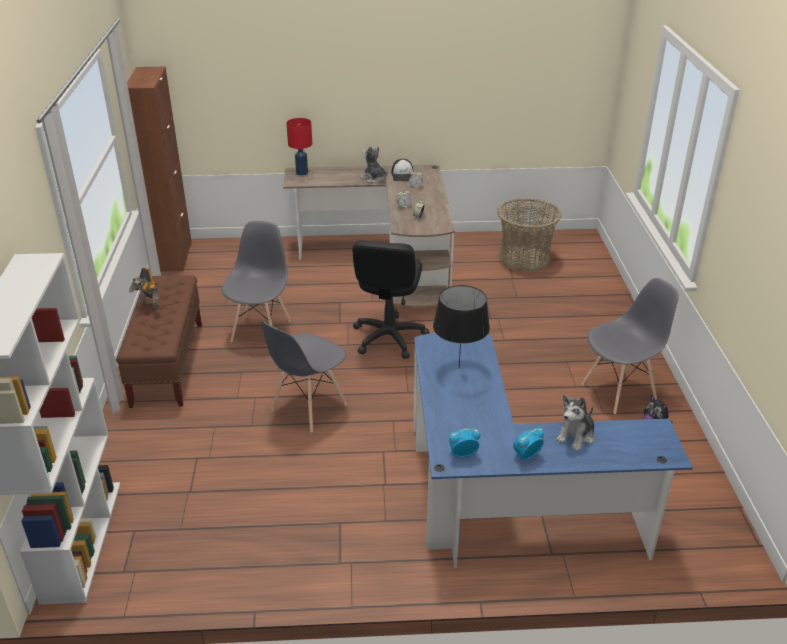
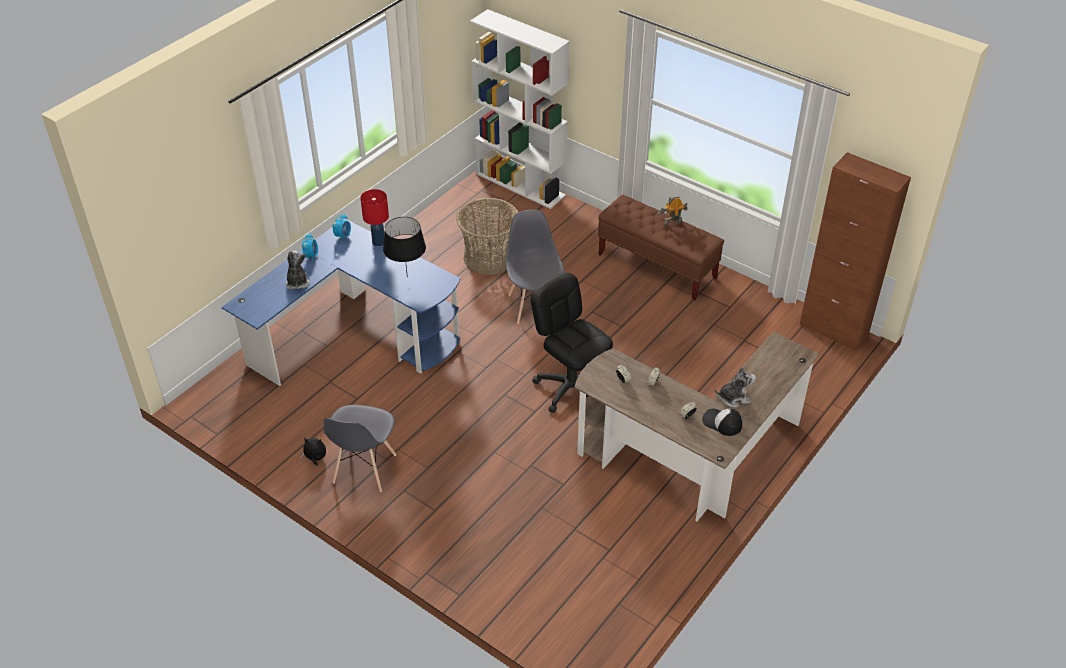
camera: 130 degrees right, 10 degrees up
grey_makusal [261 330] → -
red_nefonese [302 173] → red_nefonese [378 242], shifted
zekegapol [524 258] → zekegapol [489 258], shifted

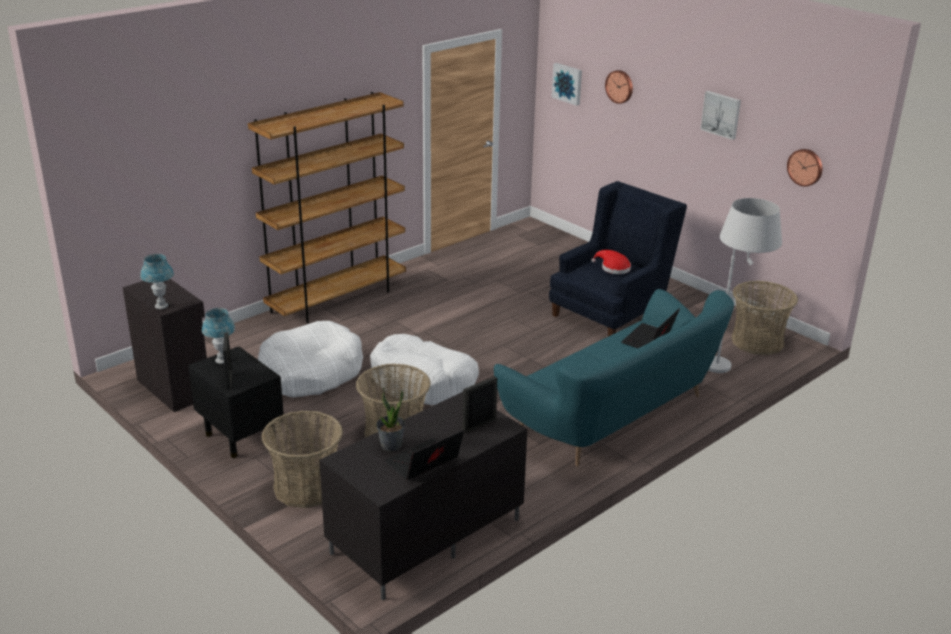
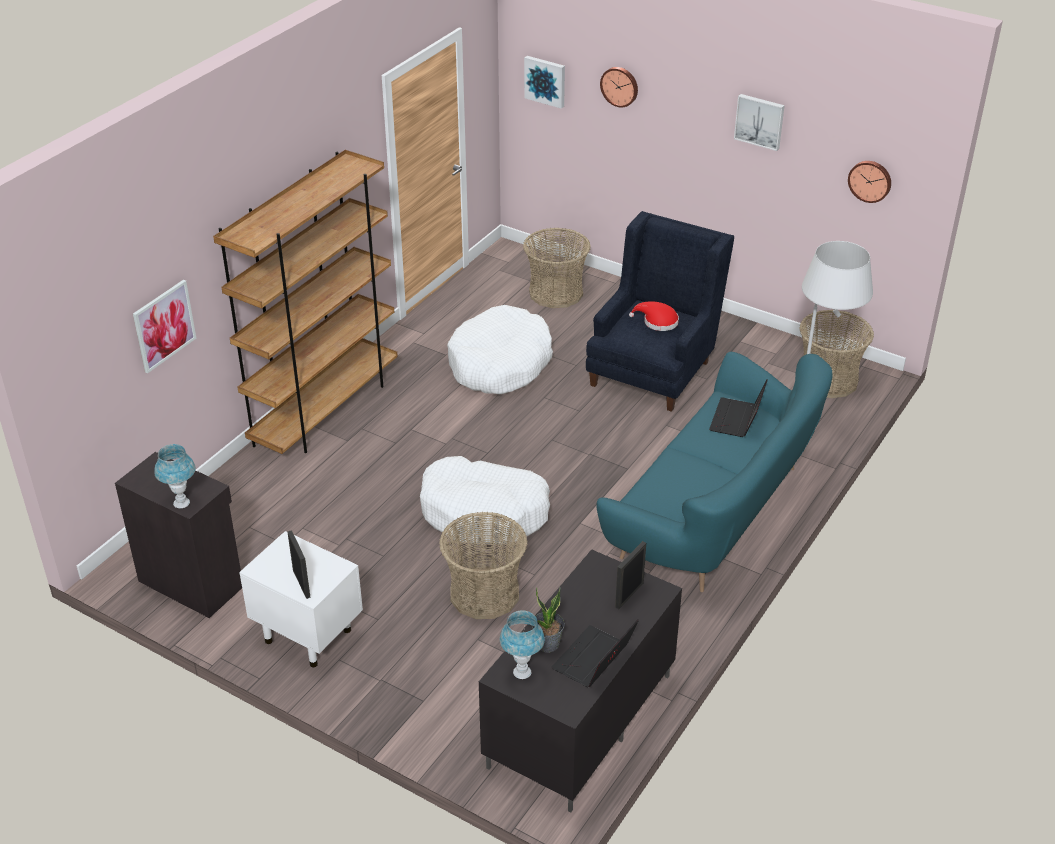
camera: 15 degrees left, 10 degrees up
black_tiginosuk [240 436] → white_tiginosuk [307 635]
blue_nefonese [222 360] → blue_nefonese [522 672], shifted
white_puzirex [310 373] → white_puzirex [499 364], shifted
zekegapol [306 487] → zekegapol [555 293], shifted
- → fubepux [164 325]

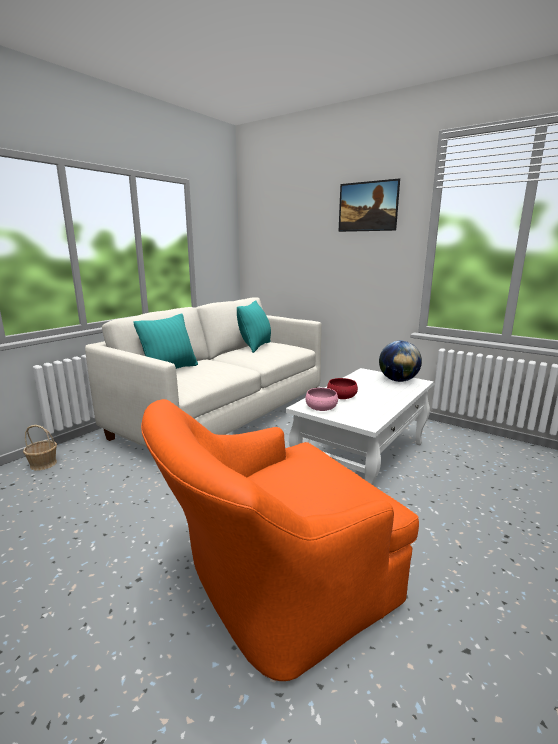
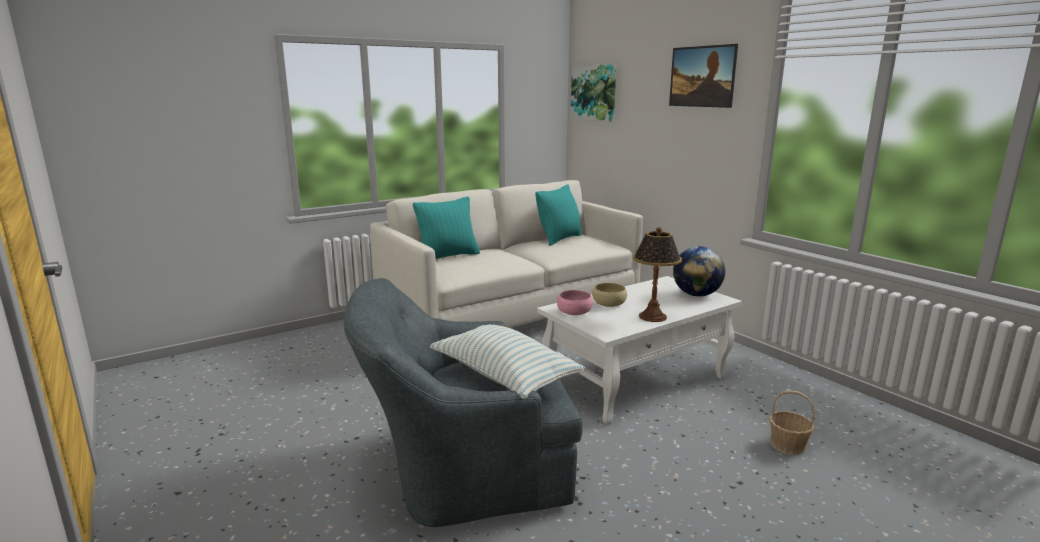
camera: 20 degrees right, 0 degrees up
zekegapol [43 464] → zekegapol [788 445], shifted
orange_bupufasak [273 587] → grey_bupufasak [463 468]
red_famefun [341 396] → beige_famefun [609 303]
- → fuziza [504 376]
- → fubepux [594 93]
- → nefonese [652 316]

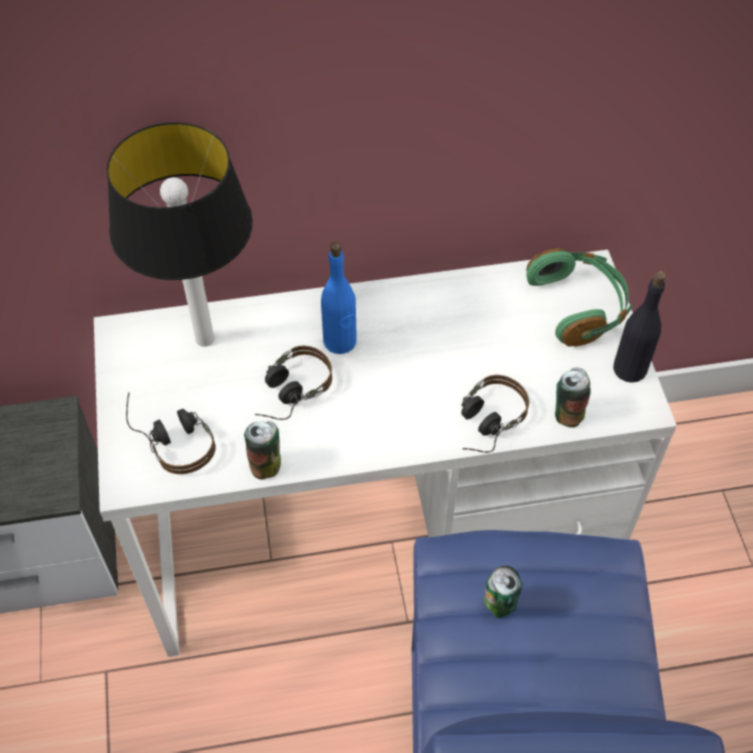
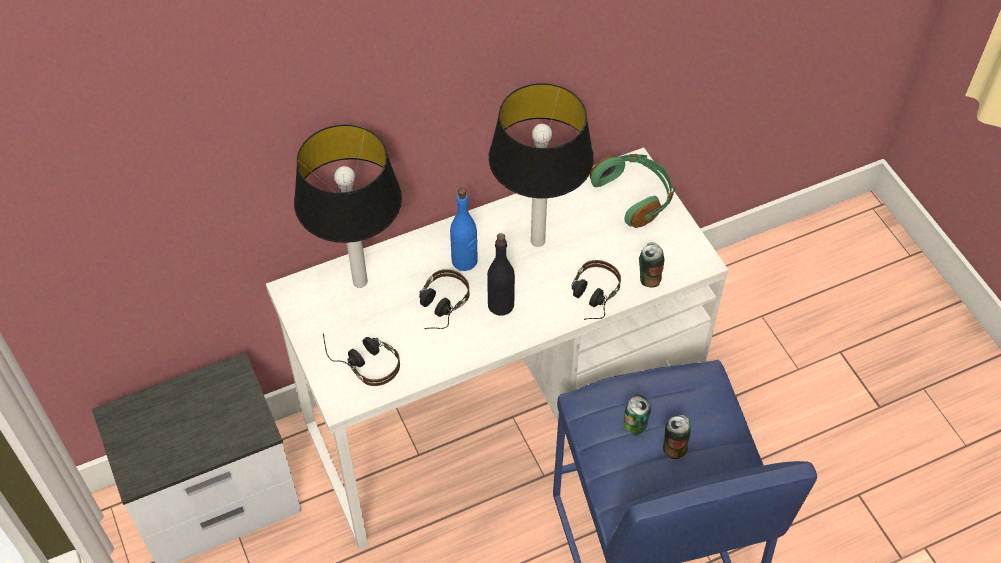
camera: 15 degrees left, 0 degrees up
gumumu [266 465] → gumumu [674 447], shifted
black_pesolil [630 369] → black_pesolil [501 304], shifted
- → nefonese [537 240]

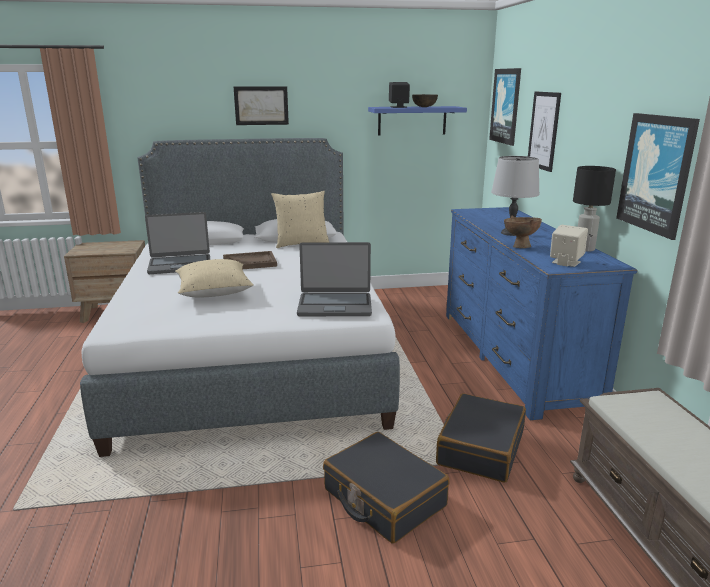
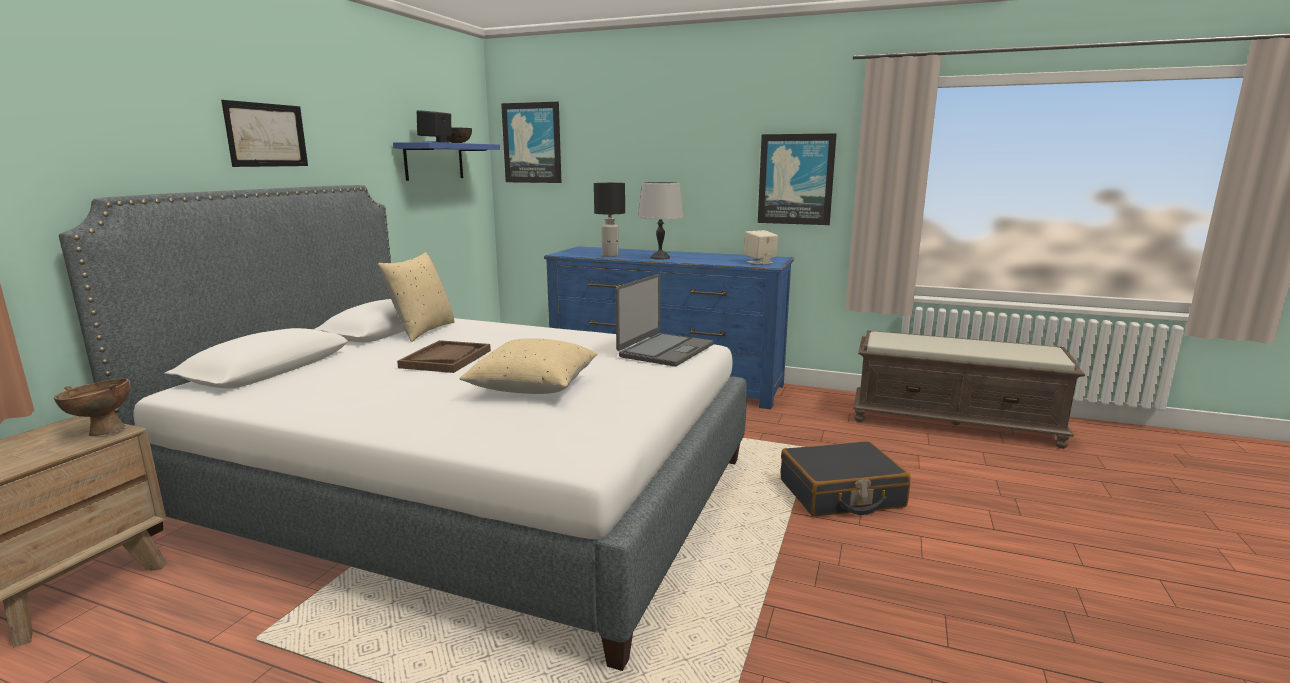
camera: 60 degrees left, 5 degrees down
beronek [180 265] → -
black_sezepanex [480 448] → -
brown_famefun [519 246] → brown_famefun [101 431], shifted
fubepux [543 130] → -
black_nefonese [585 249] → black_nefonese [610 255], shifted

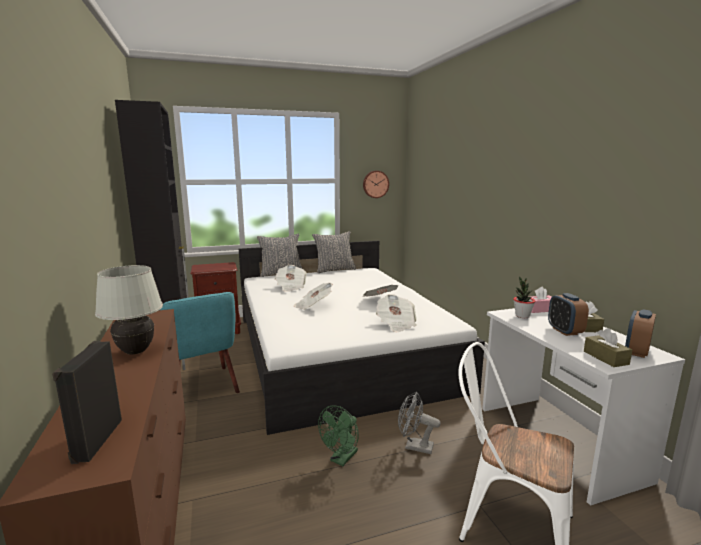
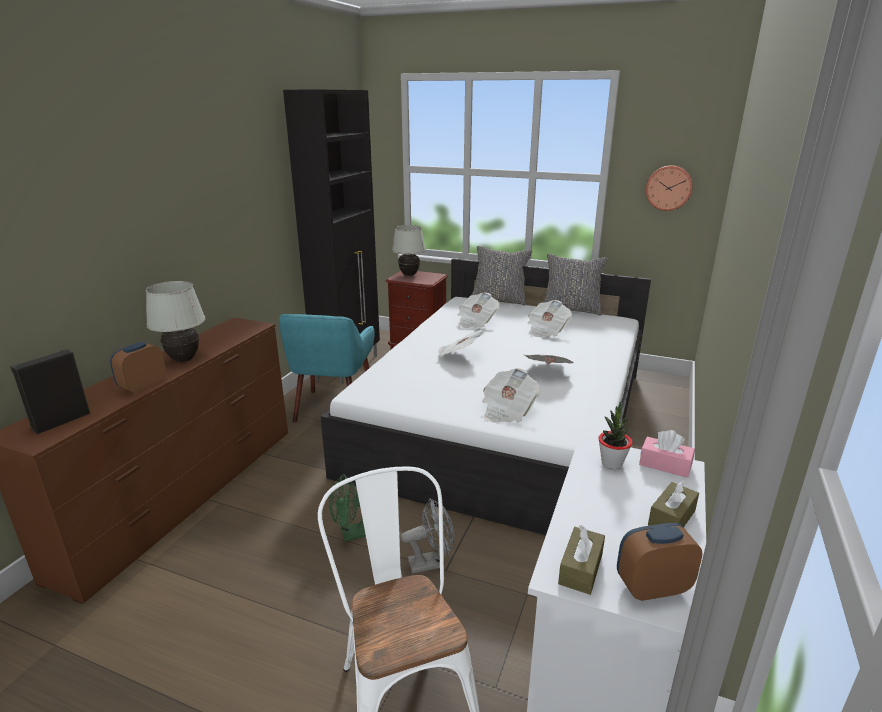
camera: 40 degrees right, 10 degrees up
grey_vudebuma [414 446] → grey_vudebuma [431 562], 105 degrees clockwise
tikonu [564 331] → tikonu [143 386], shifted
- → white_nefonese [409 275]
- → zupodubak [546 330]

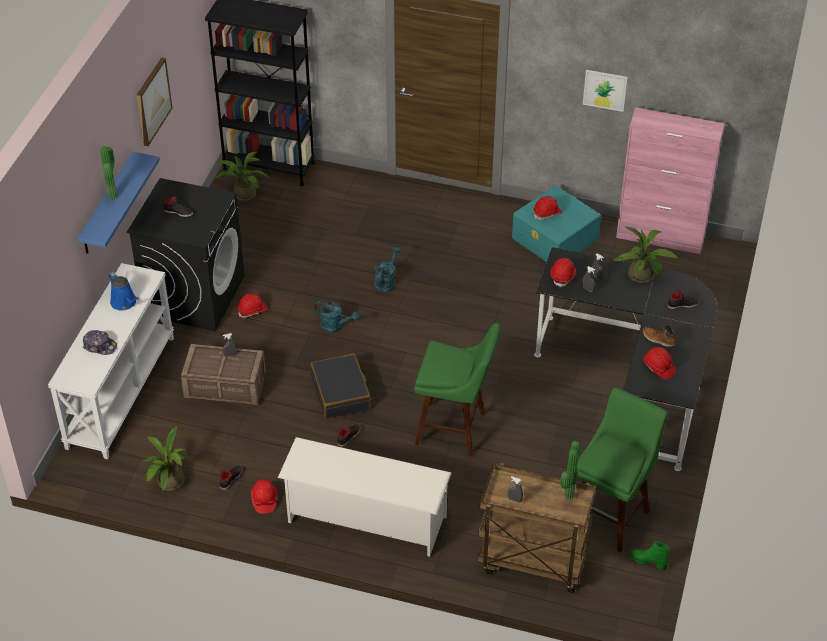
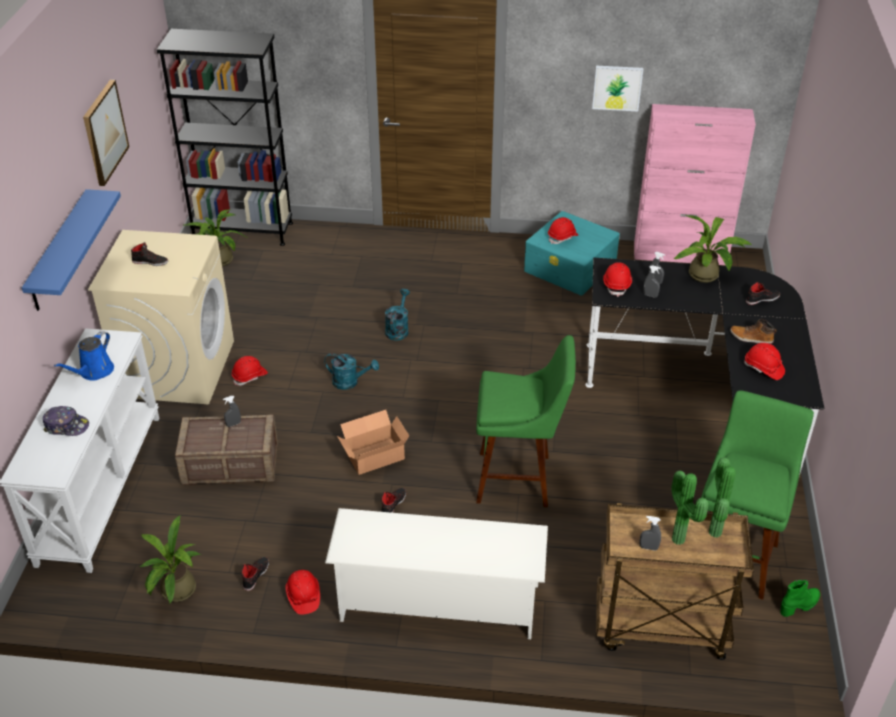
camera: 10 degrees left, 5 degrees down
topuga [114 197] → topuga [680 538], shifted
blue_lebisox [125 303] → blue_lebisox [94 372], 75 degrees clockwise
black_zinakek [194 295] → beige_zinakek [177 368]
black_sezepanex [341 393] → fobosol [373 455]
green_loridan [648 561] → green_loridan [799 605], 135 degrees clockwise

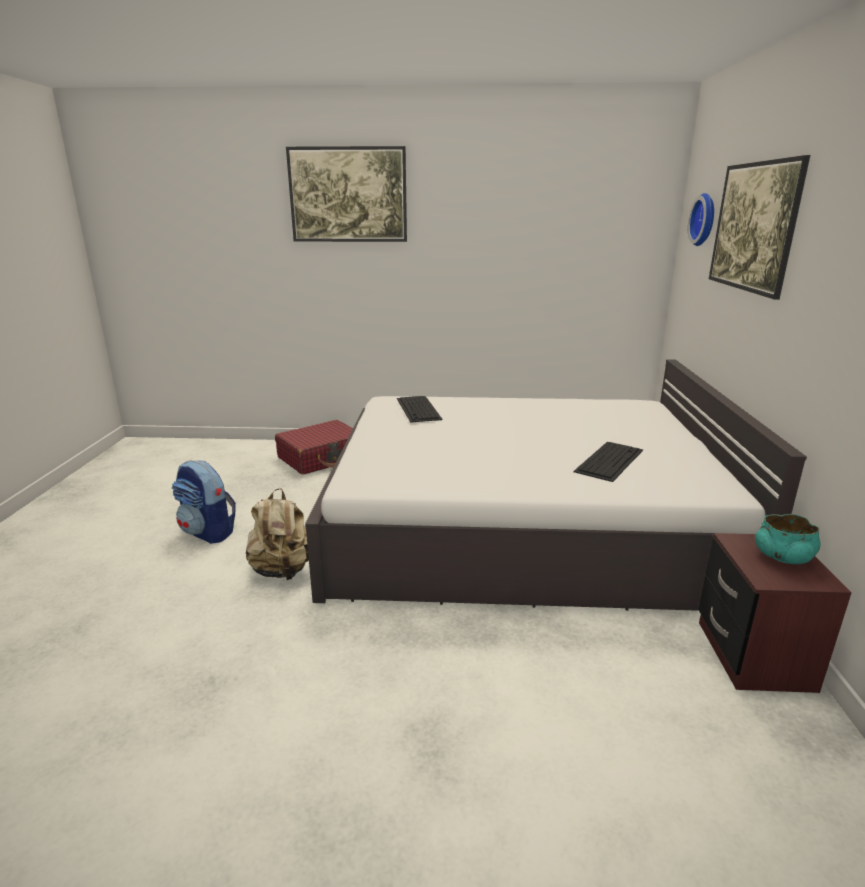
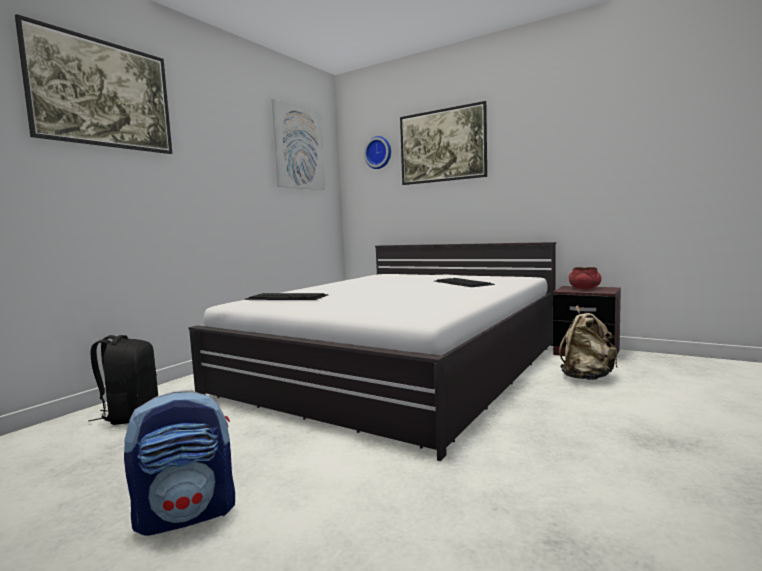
camera: 60 degrees left, 15 degrees down
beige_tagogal [282 571] → beige_tagogal [586 377], shifted
red_sezepanex [322 458] → black_tagogal [130 415]
turquoise_famefun [783 556] → red_famefun [584 288]
- → fubepux [299 148]

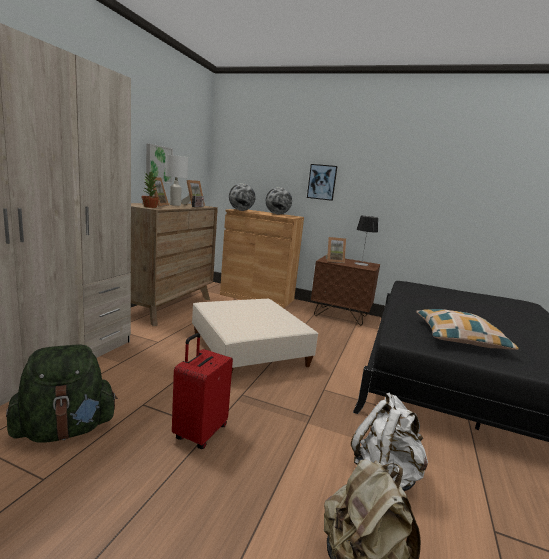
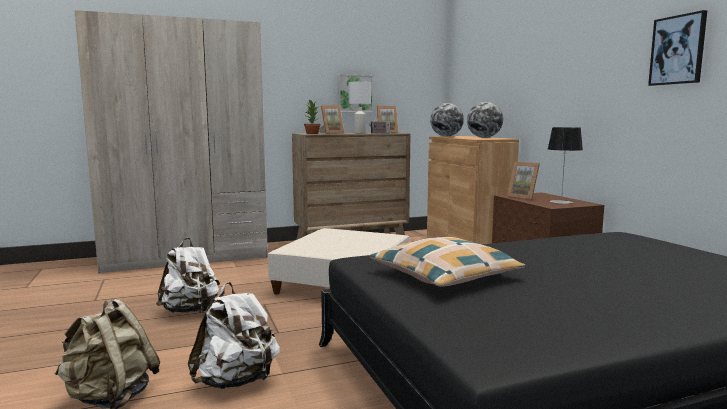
camera: 50 degrees right, 5 degrees down
green_tagogal [65 429] → -
red_sezepanex [199 432] → white_tagogal [190 311]
fubepux [322 182] → fubepux [678 50], shifted

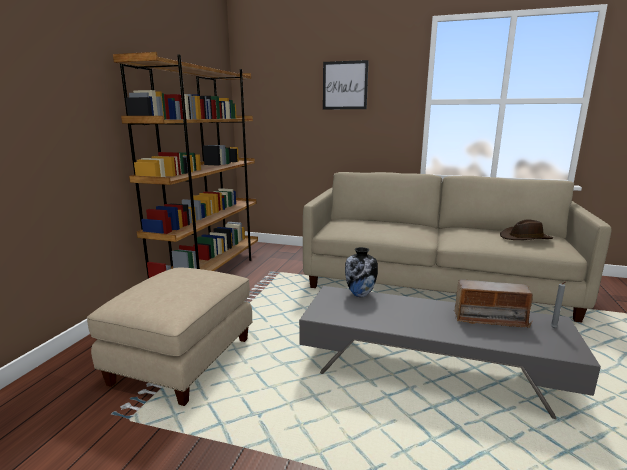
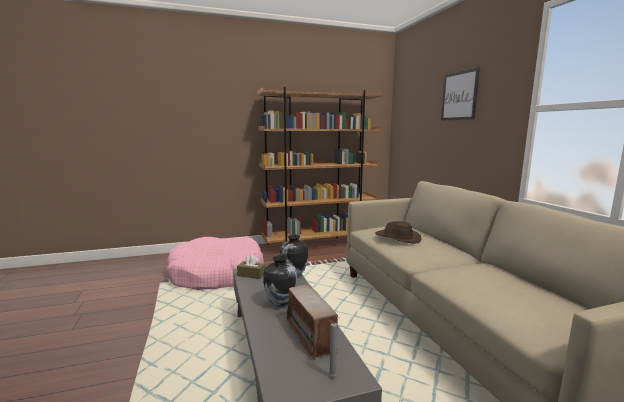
camera: 55 degrees right, 5 degrees down
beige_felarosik [182 360] → pink_puzirex [217 274]
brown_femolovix [525 238] → brown_femolovix [397 238], shifted
- → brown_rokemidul [251 275]
- → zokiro [280 303]

